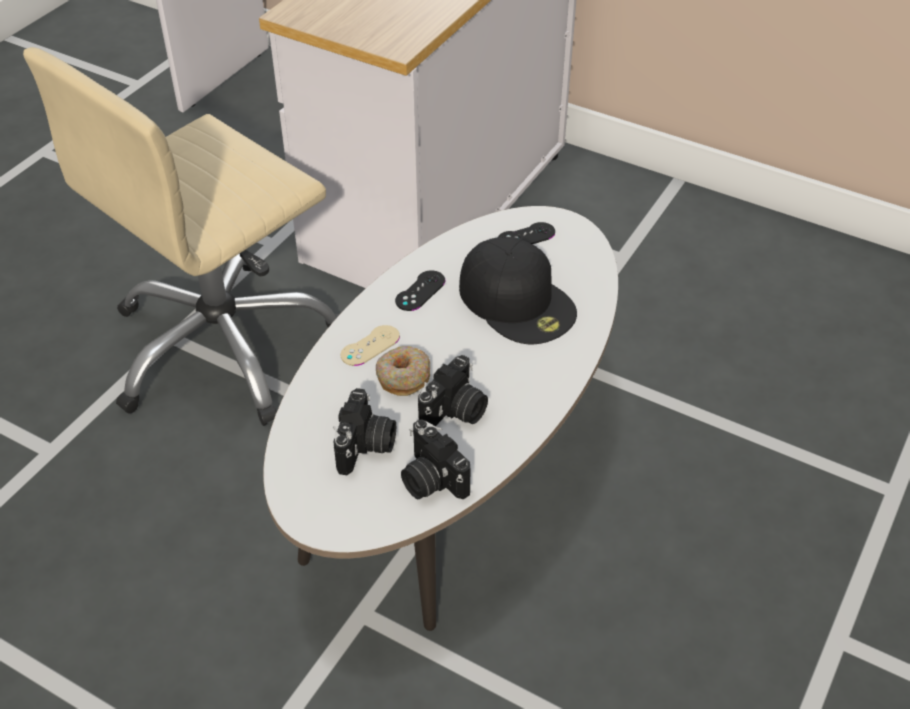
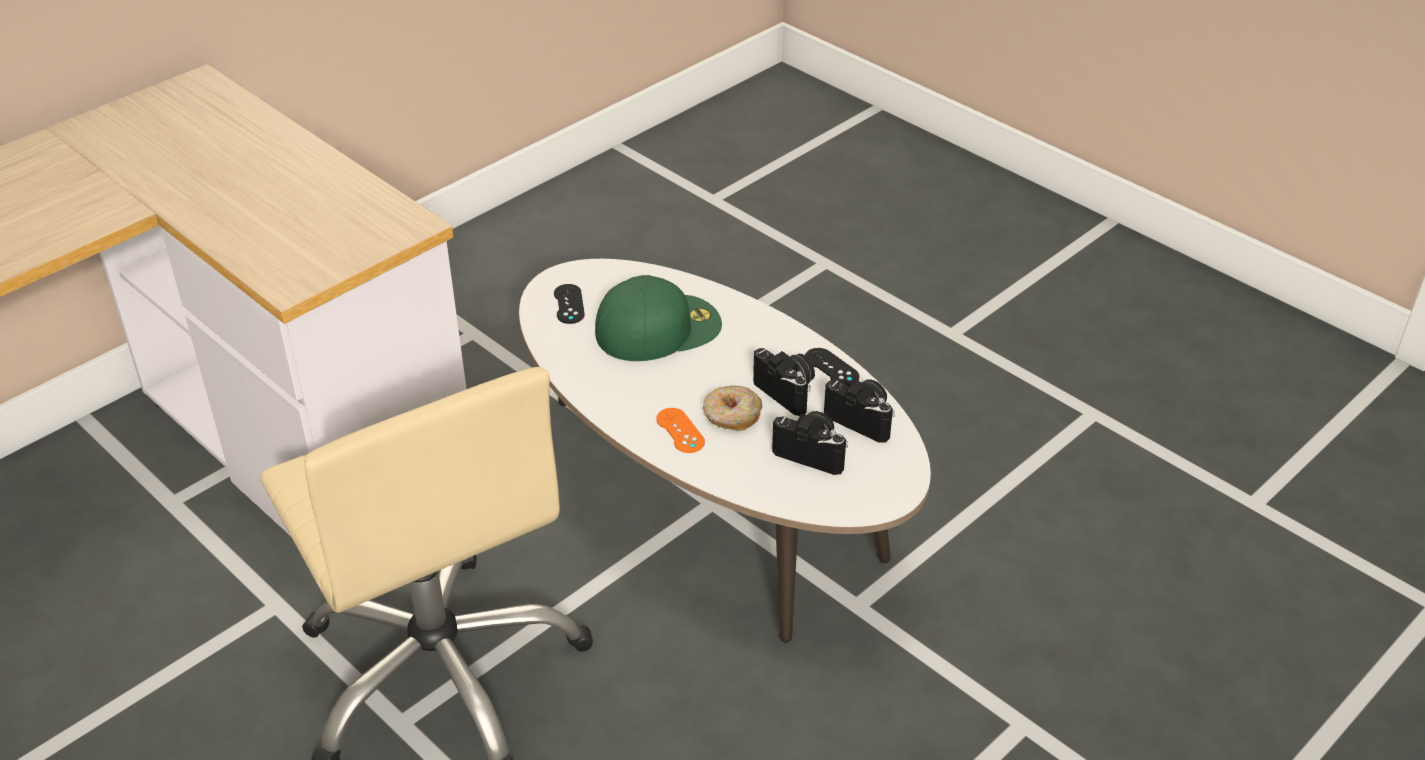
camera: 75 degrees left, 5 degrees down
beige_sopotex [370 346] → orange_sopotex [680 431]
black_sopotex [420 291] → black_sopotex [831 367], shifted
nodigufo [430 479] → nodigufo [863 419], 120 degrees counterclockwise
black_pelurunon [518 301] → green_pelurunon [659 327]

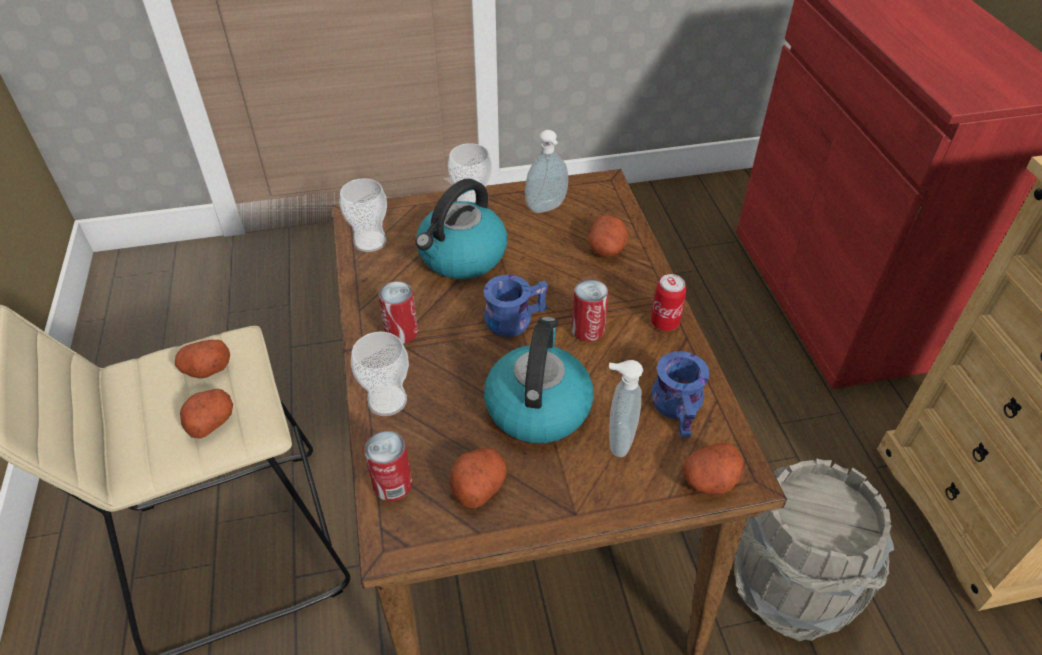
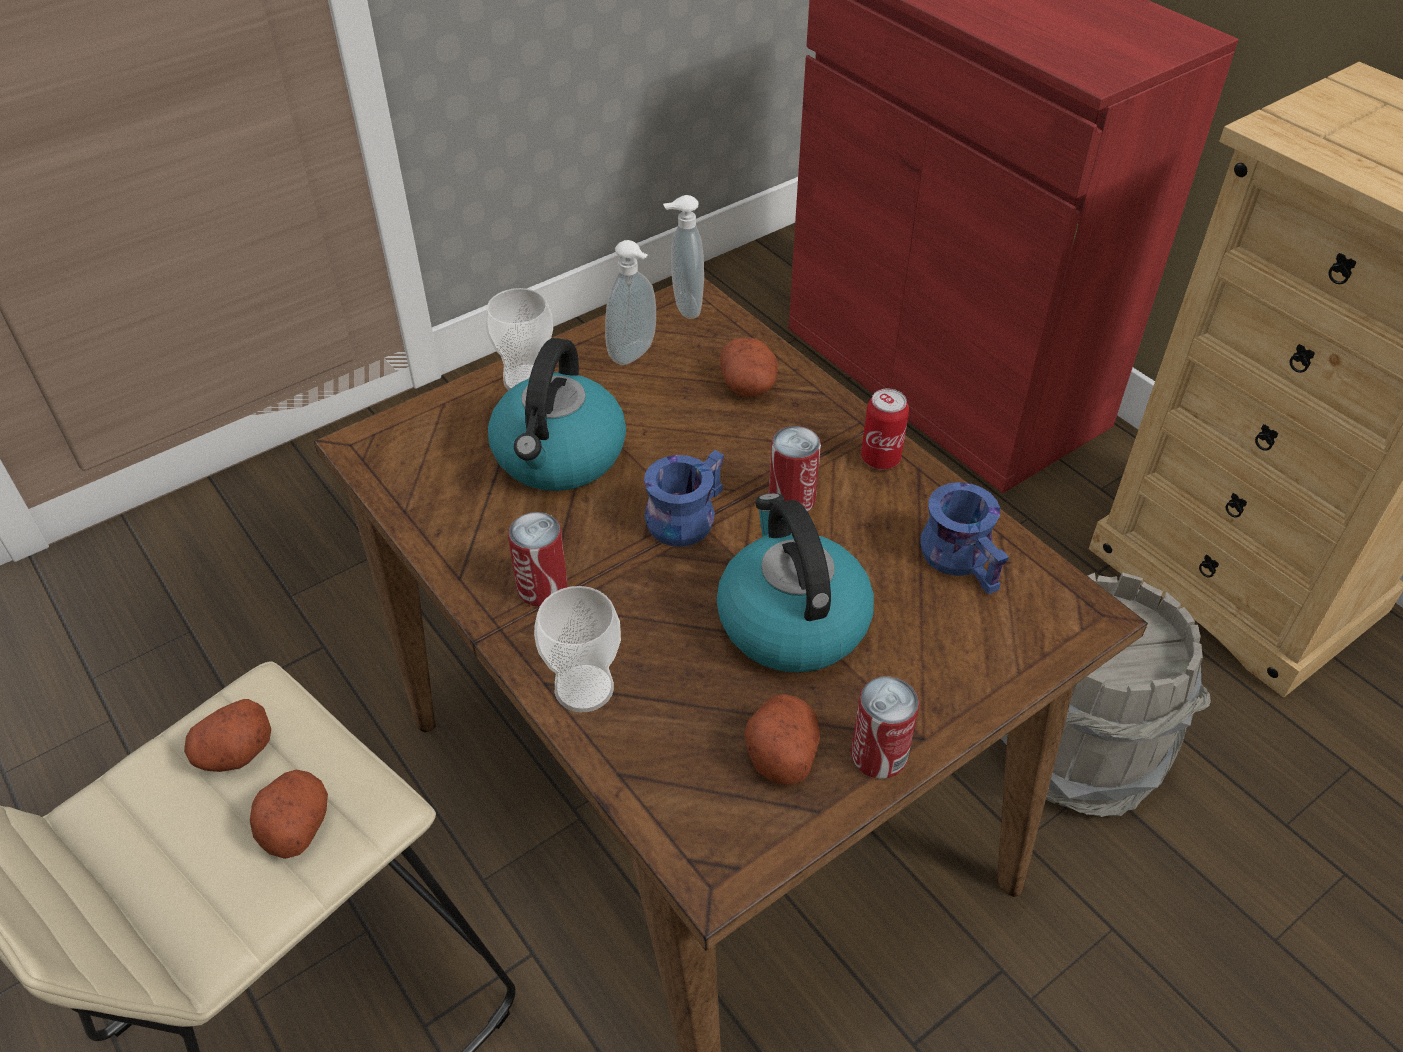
camera: 25 degrees left, 0 degrees up
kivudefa [370 241] → -
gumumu [393 485] → gumumu [878 755], shifted
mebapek [617 440] → mebapek [684 307], shifted
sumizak [710 480] → -

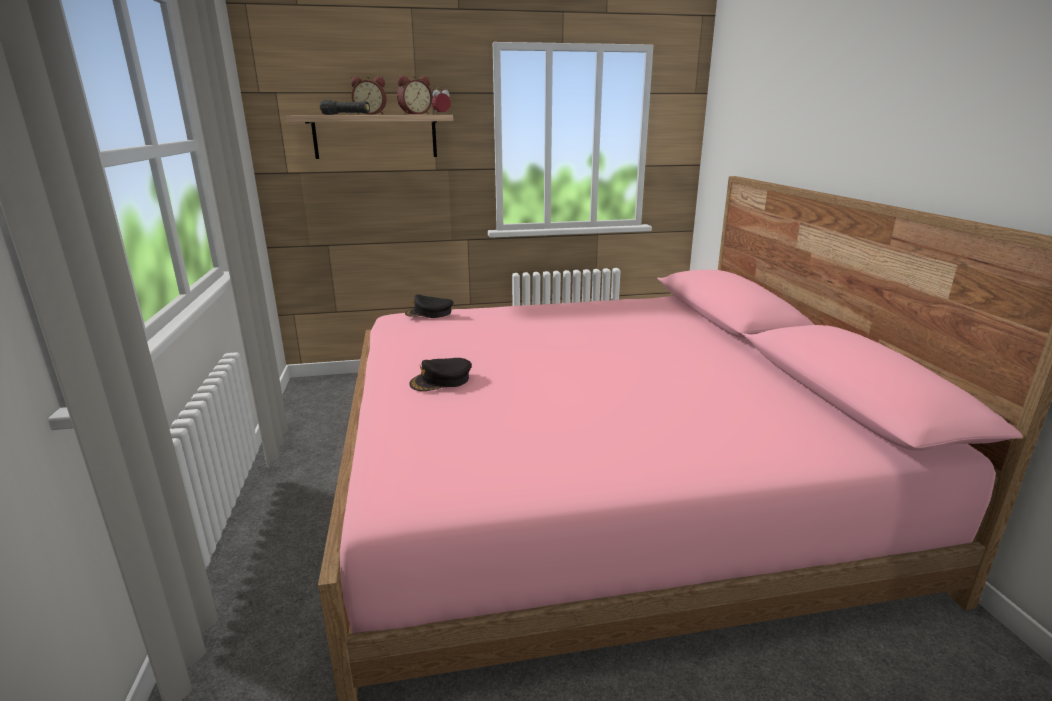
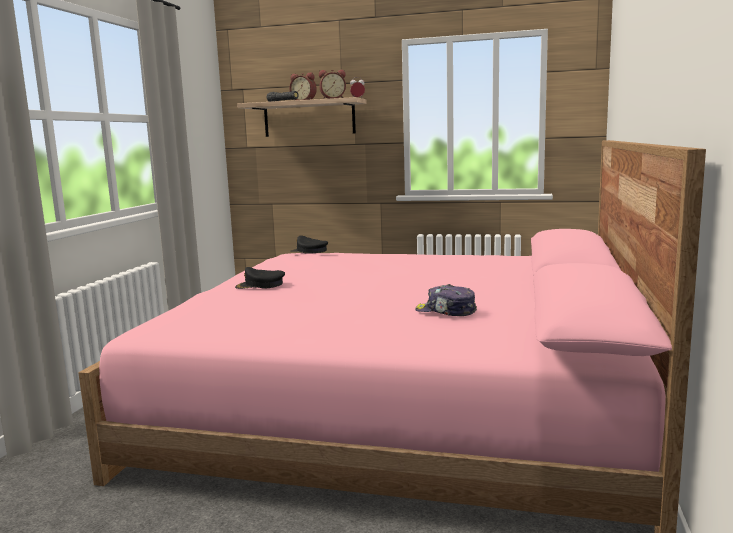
camera: 25 degrees right, 10 degrees down
- → pelurunon [445 312]

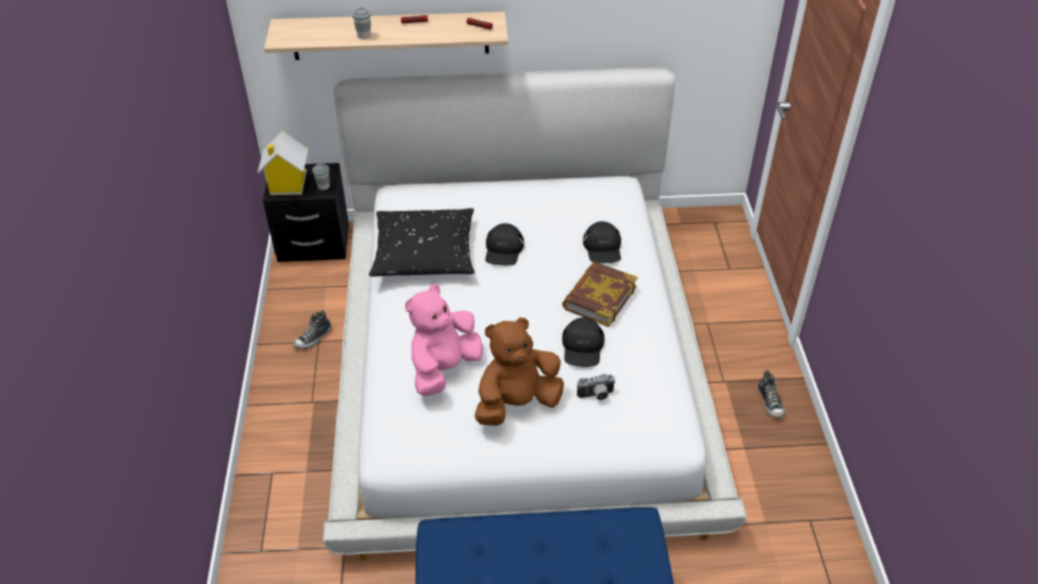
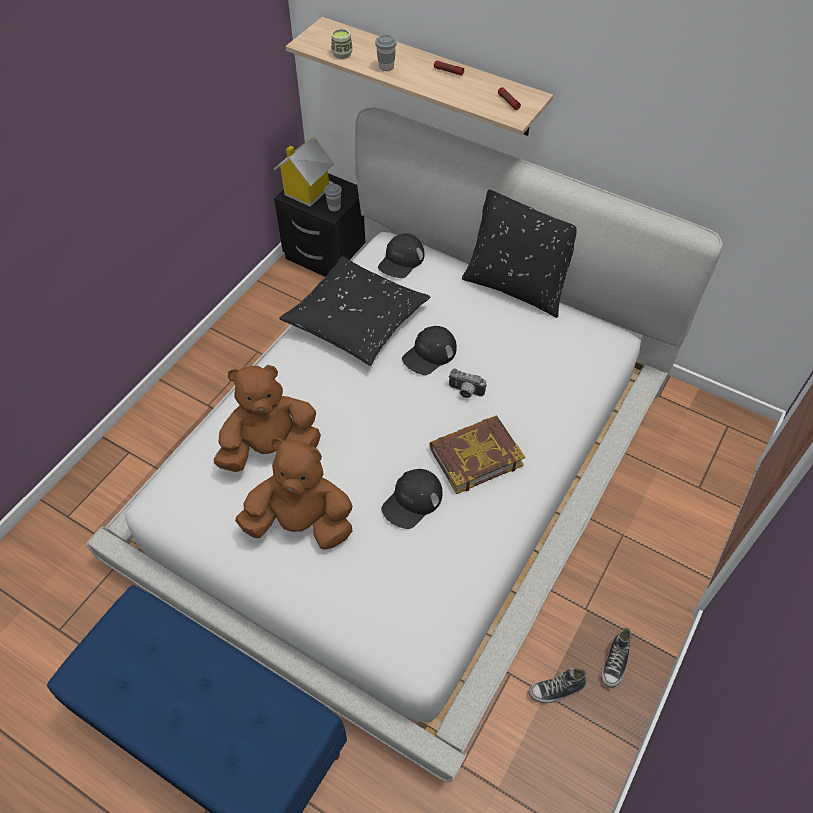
camera: 35 degrees right, 10 degrees up
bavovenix [313 338] → bavovenix [556 689], shifted
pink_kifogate [444 369] → brown_kifogate [270 448]
nodigufo [596 396] → nodigufo [465 392], shifted
black_pelurunon [603 247] → black_pelurunon [401 260], shifted
- → kivudefa [342 54]
- → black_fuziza [516 287]

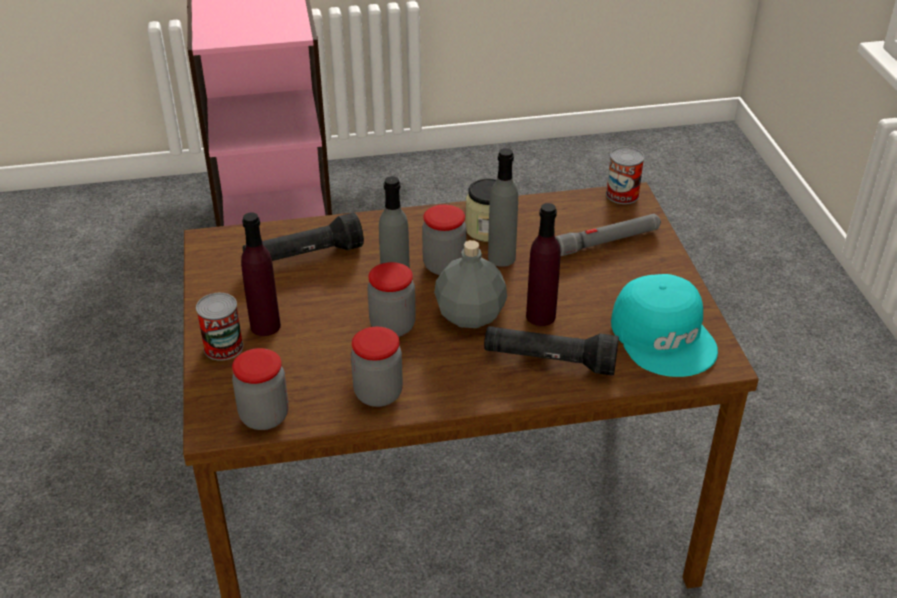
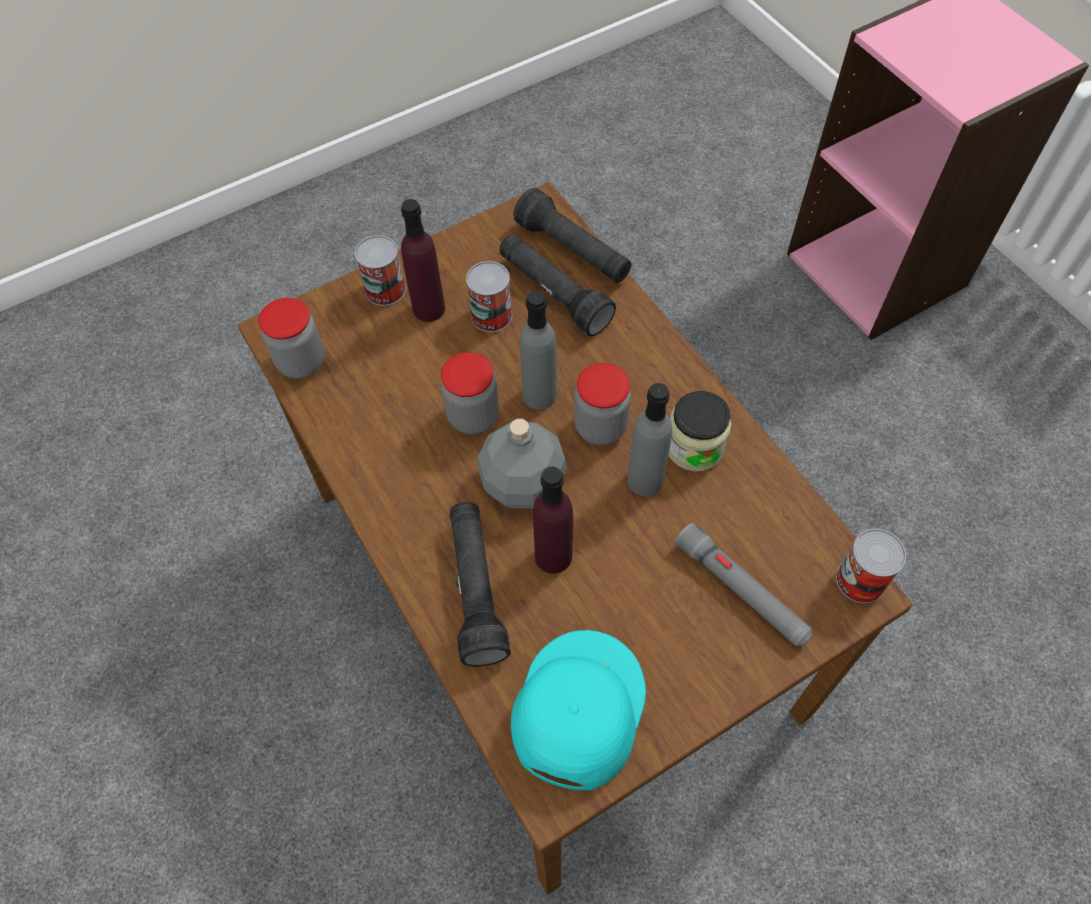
camera: 70 degrees right, 20 degrees up
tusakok [378 394] → -
turquoise_pelurunon [664 335] → turquoise_pelurunon [576 709], 150 degrees clockwise
- → gumumu [491 315]
- → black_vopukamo [573 251]

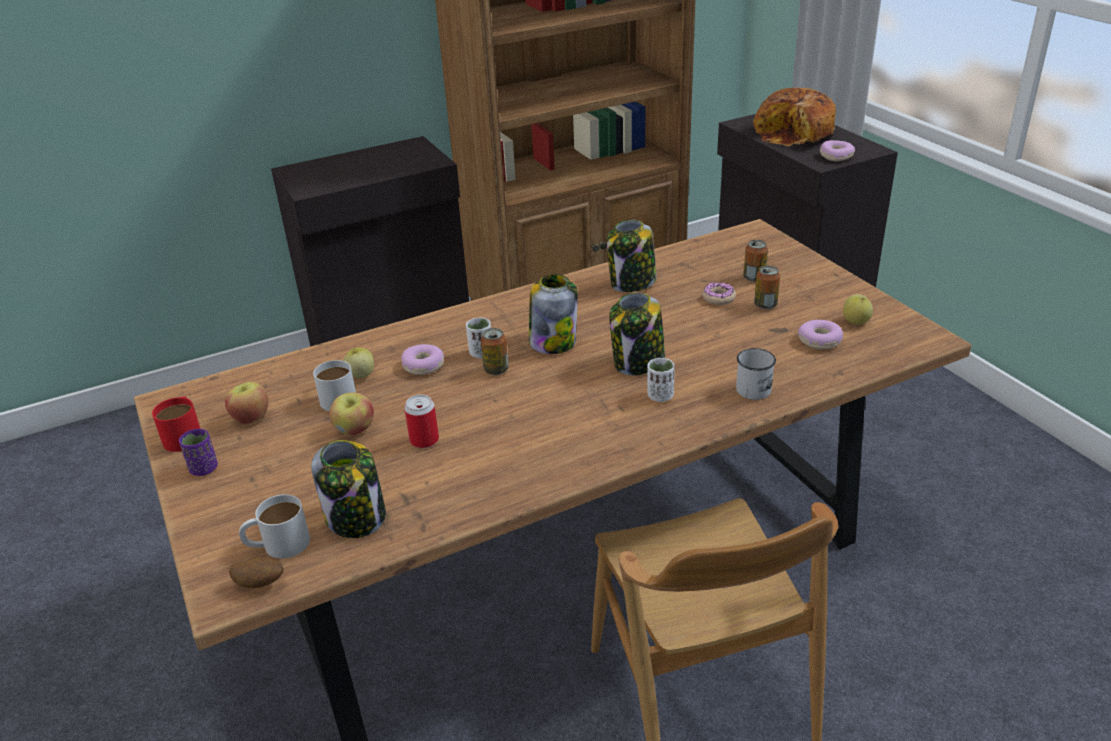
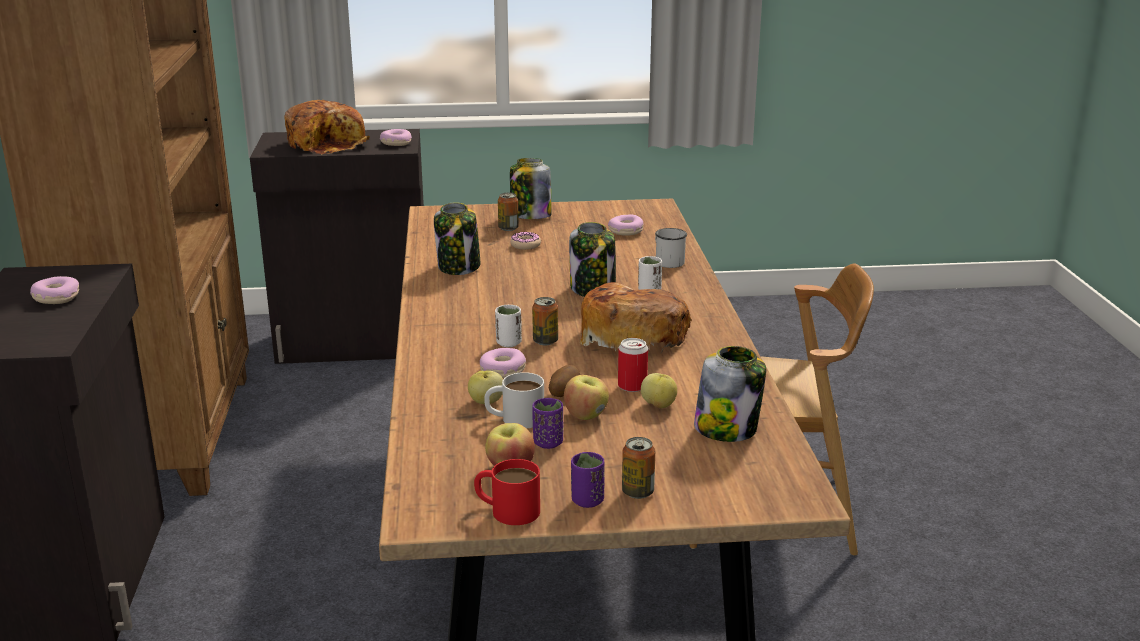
camera: 70 degrees left, 10 degrees down
sumizak [260 584] → sumizak [563 393], shifted
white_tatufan [277 544] → -
tusakok [553 342] → tusakok [530 215], shifted
gumumu [765 305] → gumumu [637 492], shifted
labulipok [856 321] → labulipok [659 405], shifted
- → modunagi [56 298]
- → purple_kivudefa [548 443]
- → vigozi [631 335]

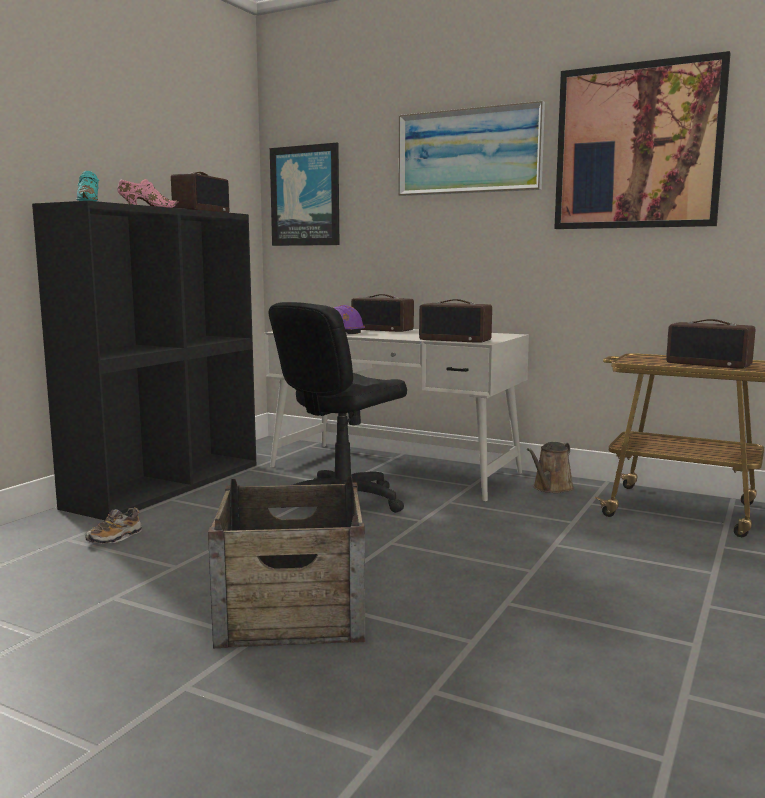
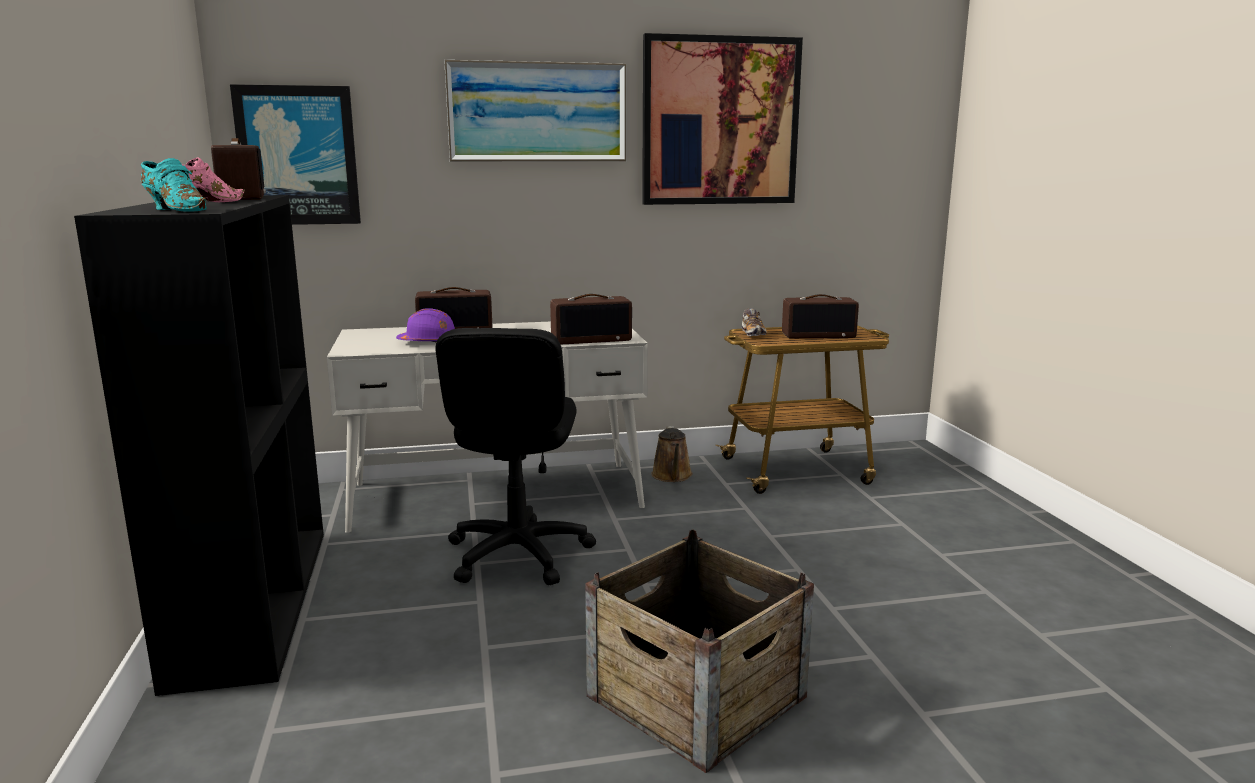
camera: 40 degrees left, 5 degrees up
bavovenix [115 538] → bavovenix [753 333], shifted

